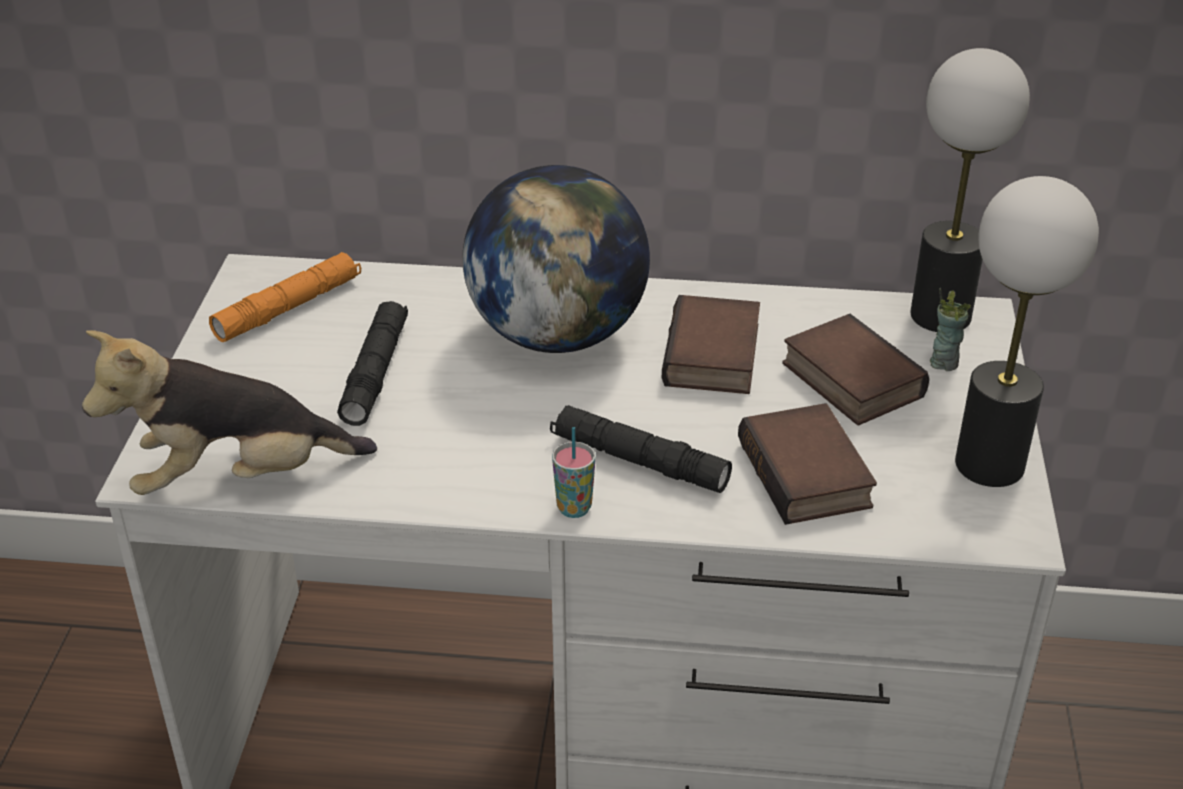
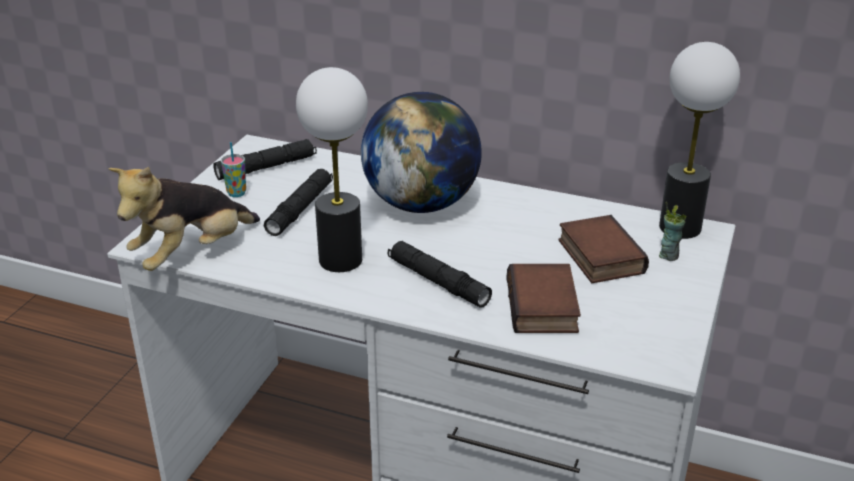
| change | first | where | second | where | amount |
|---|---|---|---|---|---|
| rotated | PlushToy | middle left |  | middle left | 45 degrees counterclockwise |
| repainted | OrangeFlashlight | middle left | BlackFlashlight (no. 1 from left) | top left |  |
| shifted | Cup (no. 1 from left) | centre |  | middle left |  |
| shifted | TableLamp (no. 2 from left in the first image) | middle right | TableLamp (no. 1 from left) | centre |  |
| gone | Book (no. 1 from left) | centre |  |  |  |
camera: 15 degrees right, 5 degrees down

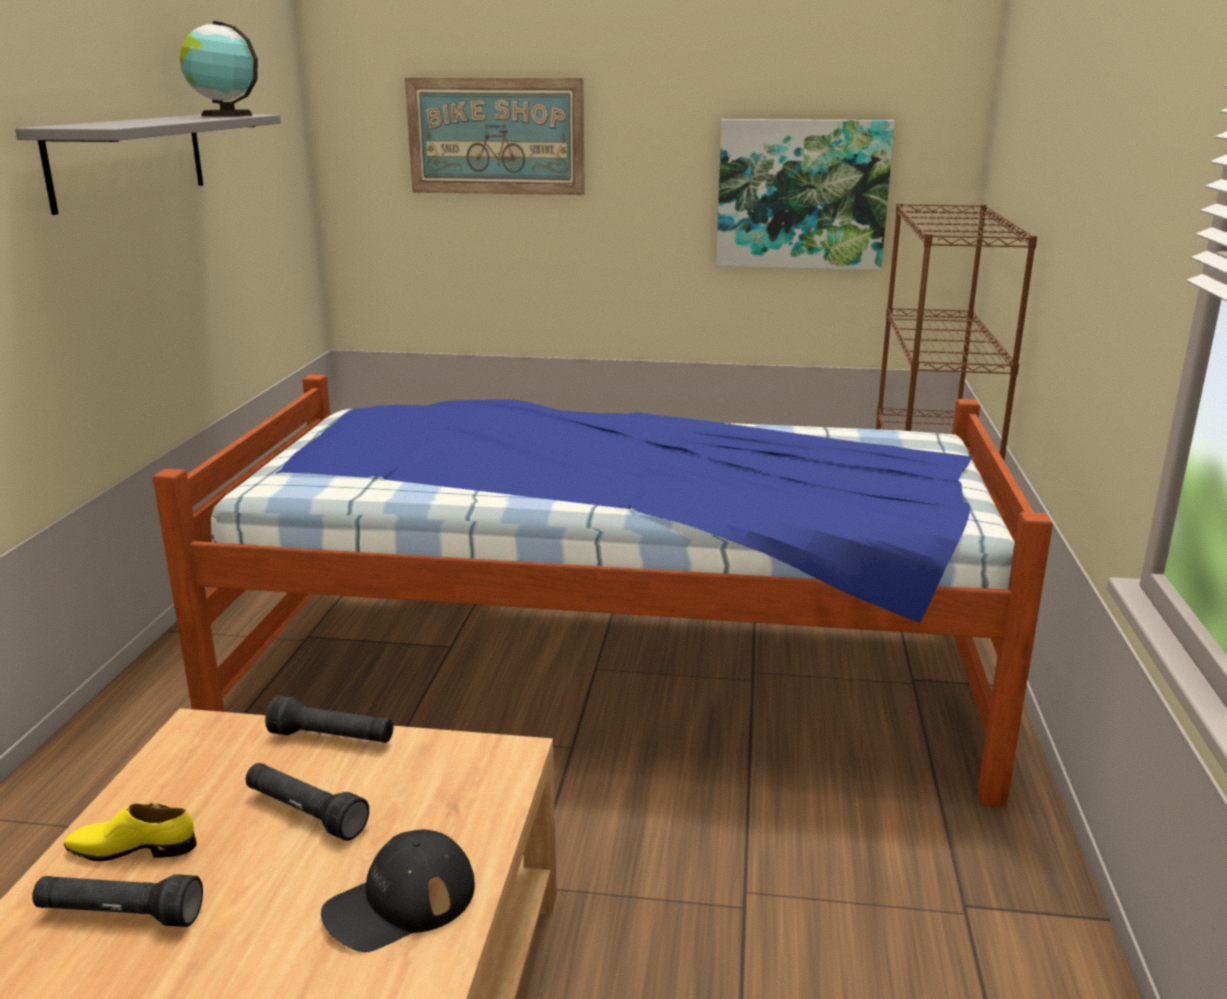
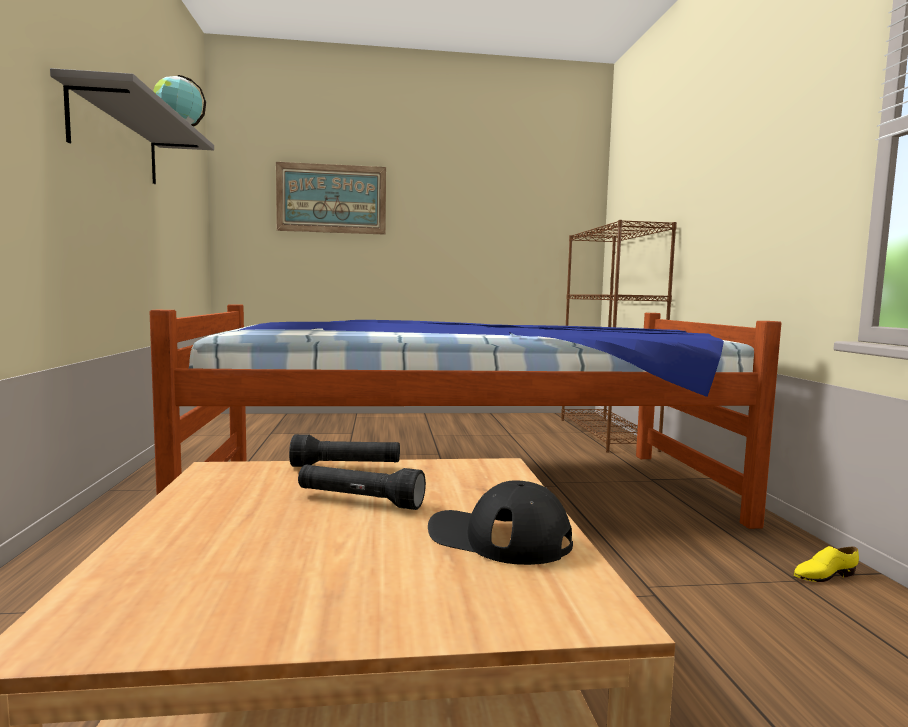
| change | first | where | second | where | amount |
|---|---|---|---|---|---|
| rotated | BlackCap | bottom left |  | bottom centre | 75 degrees clockwise |
| shifted | YellowShoe | bottom left |  | bottom right |  |
| gone | BlackFlashlight (no. 1 from left) | bottom left |  |  |  |
| gone | Picture (no. 2 from left) | top centre |  |  |  |
camera: 15 degrees left, 15 degrees down

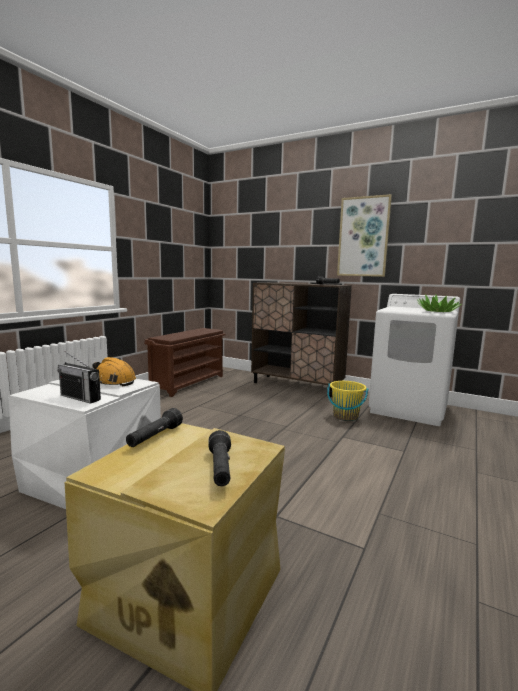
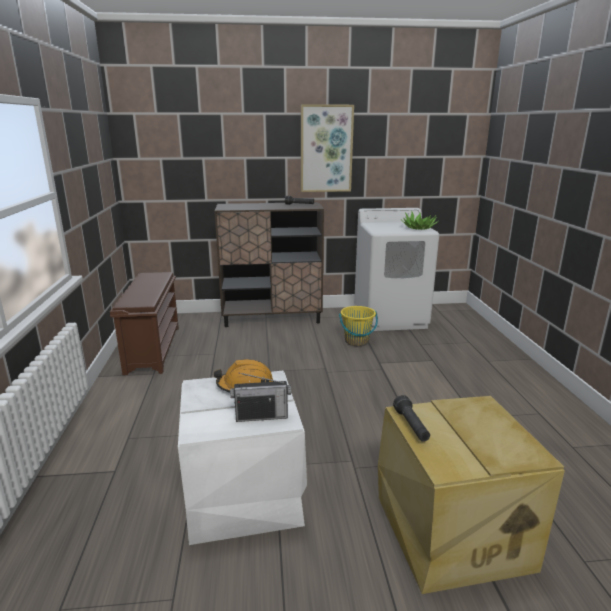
| change | first | where | second | where | amount |
|---|---|---|---|---|---|
| gone | BlackFlashlight (no. 2 from left) | centre |  |  |  |
camera: 35 degrees left, 10 degrees up

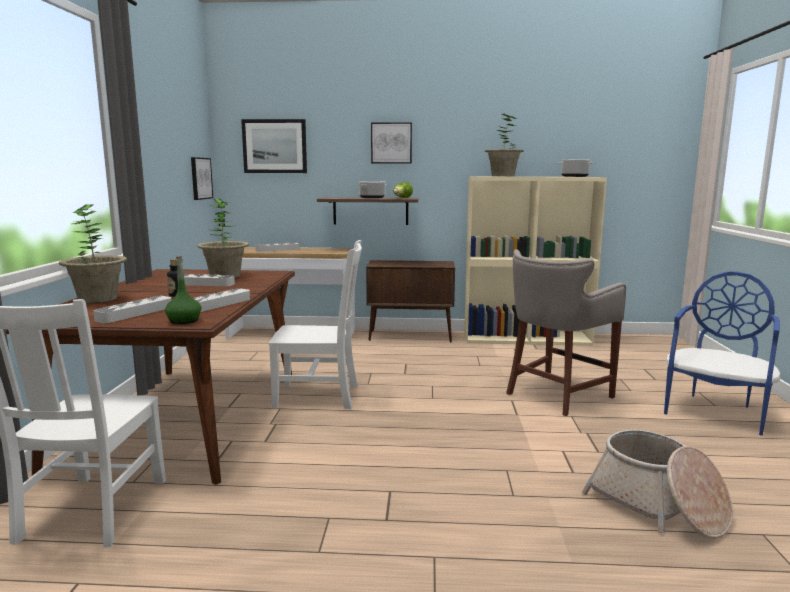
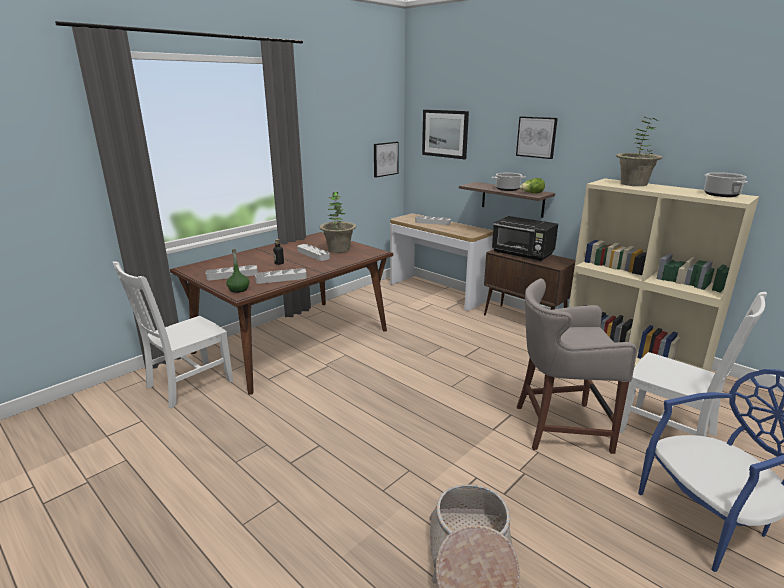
| change | first | where | second | where | amount |
|---|---|---|---|---|---|
| new |  |  | BlackMicrowave | middle right |  |
| shifted | WhiteChair (no. 2 from left) | centre |  | middle right |  |
| gone | PottedPlant (no. 1 from left) | middle left |  |  |  |
camera: 40 degrees right, 10 degrees up

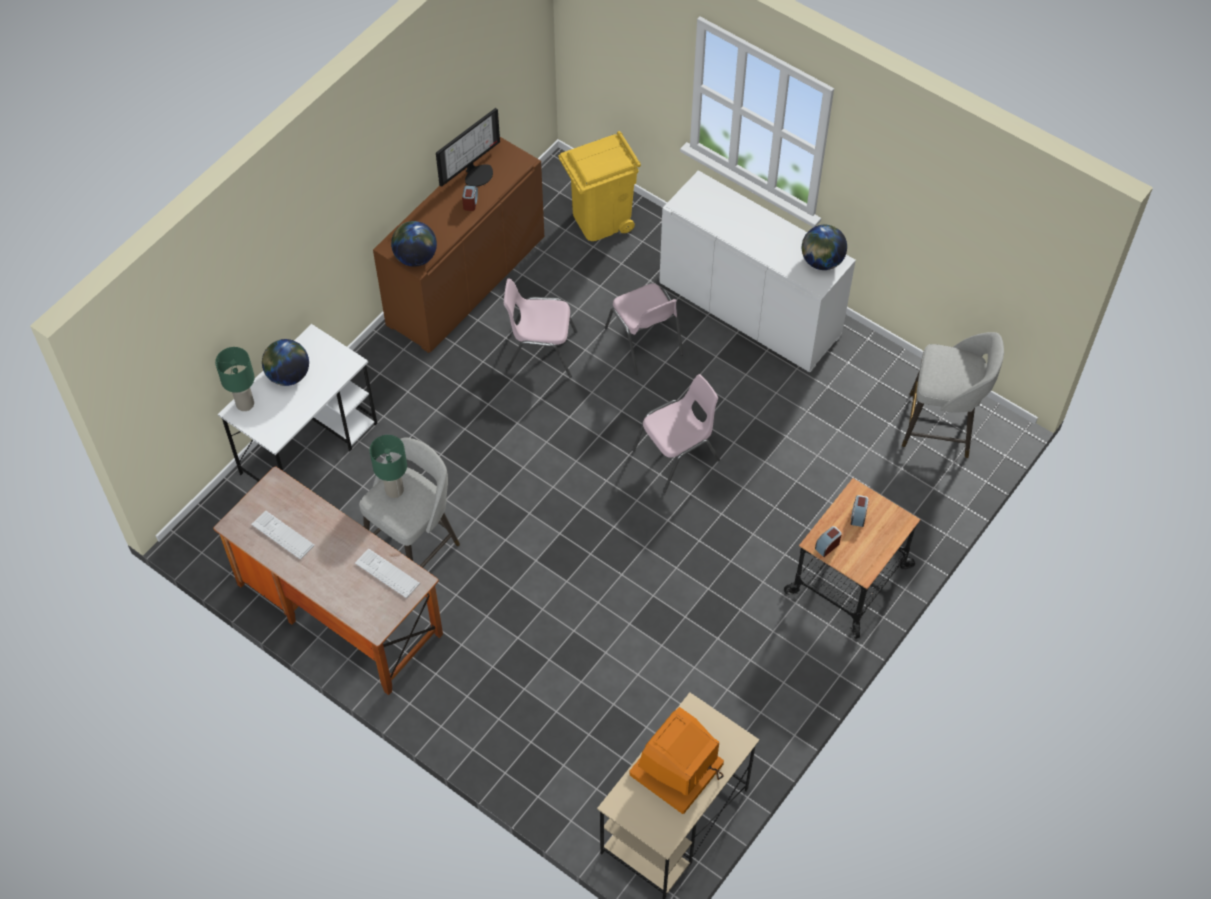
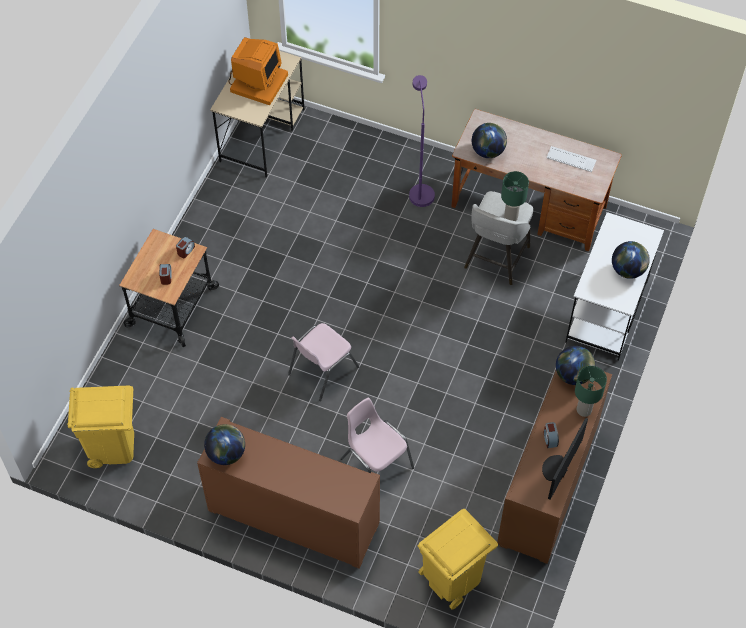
| change | first | where | second | where | amount |
|---|---|---|---|---|---|
| swapped | GreyStool (no. 2 from left) | middle right | YellowTrashCan (no. 1 from left) | bottom left |  |
| repainted | WhiteCabinet | top centre | BrownCabinet (no. 1 from left) | bottom centre |  |
| new |  |  | PurpleFloorLamp | top centre |  |
| swapped | Keyboard (no. 2 from left) | middle left | Globe (no. 2 from left) | top centre |  |
| shifted | GreenTableLamp (no. 1 from left in the first image) | middle left | GreenTableLamp (no. 2 from left) | middle right |  |
| gone | PinkChair (no. 1 from left) | centre |  |  |  |
camera: 165 degrees right, 0 degrees up

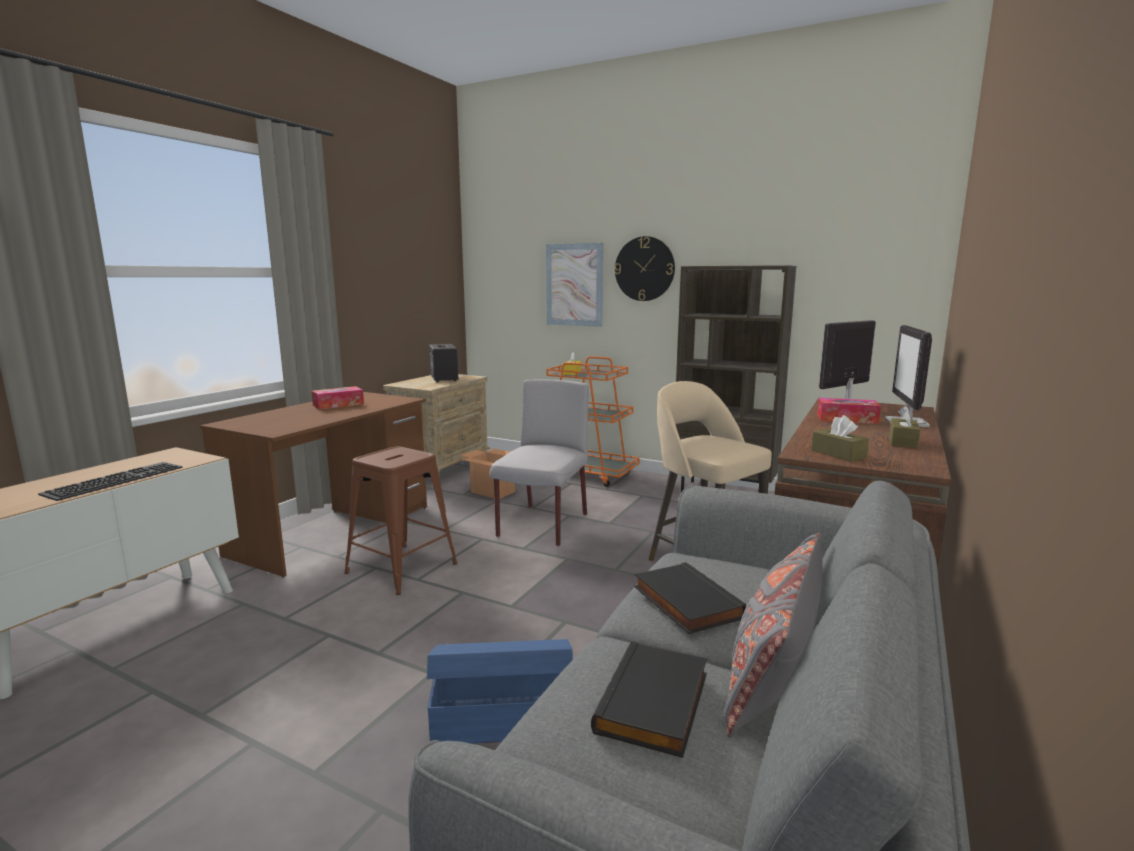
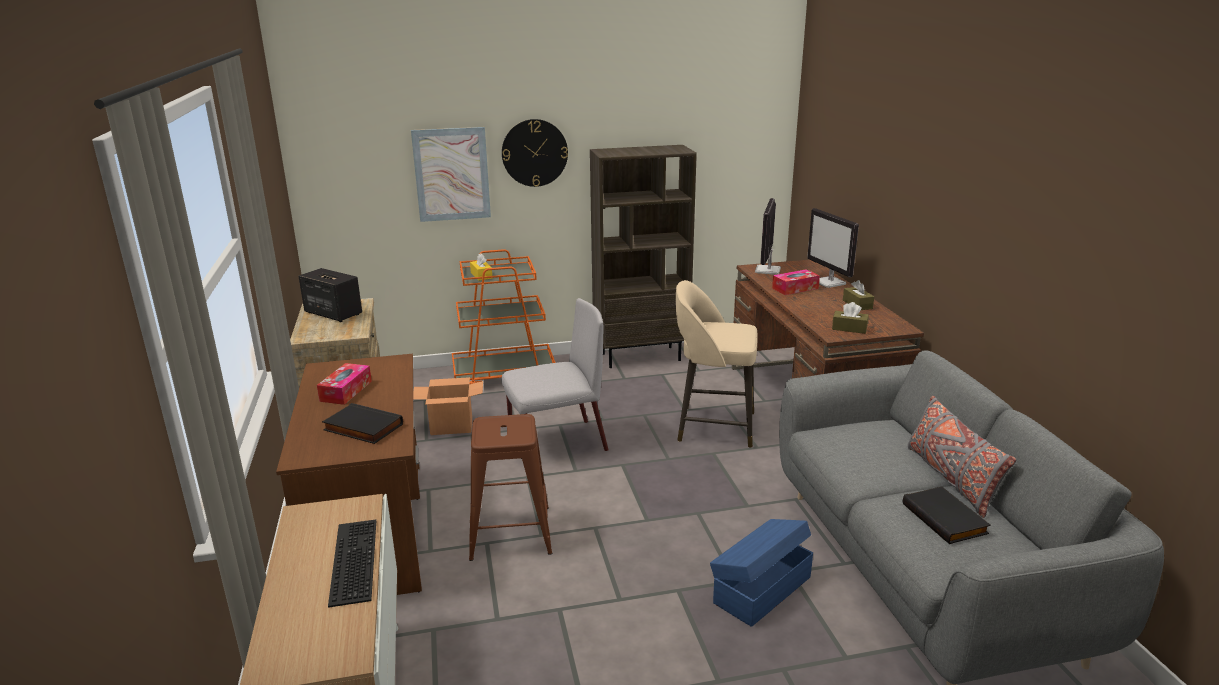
| change | first | where | second | where | amount |
|---|---|---|---|---|---|
| shifted | BlackBook (no. 2 from left in the first image) | bottom centre | BlackBook (no. 1 from left) | middle left |  |
| rotated | GreyChair | centre |  | centre | 90 degrees clockwise |
camera: 40 degrees left, 10 degrees up

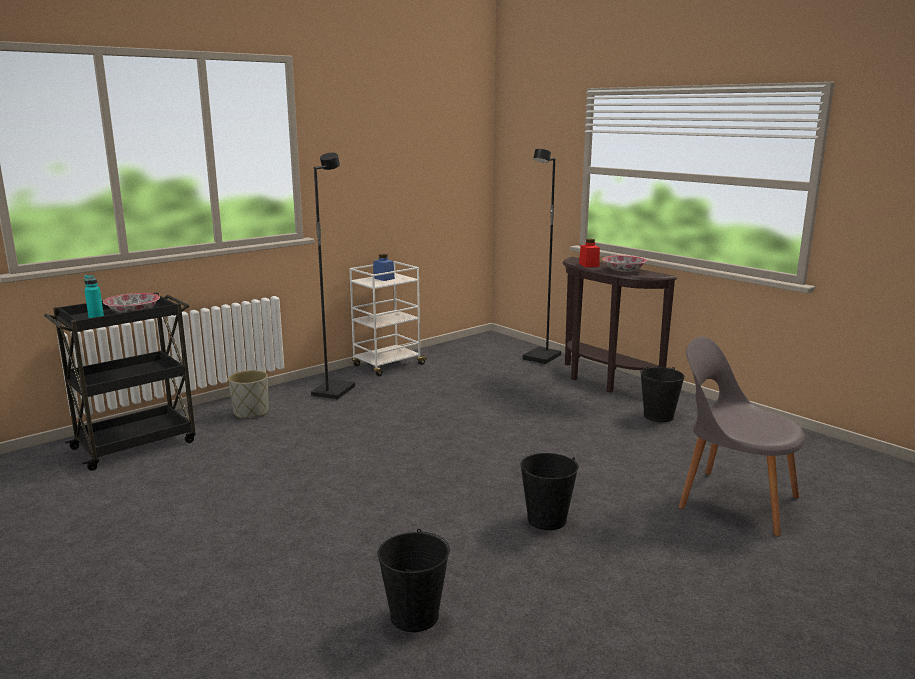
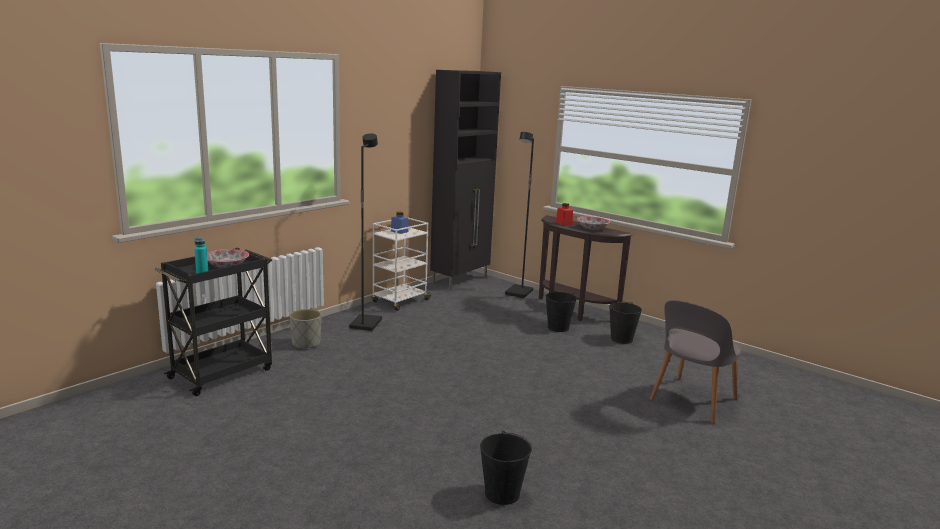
| change | first | where | second | where | amount |
|---|---|---|---|---|---|
| new |  |  | BlackCabinet | centre |  |
| shifted | BlackBucket (no. 2 from left) | bottom centre |  | centre |  |
| rotated | GreyChair | middle right |  | bottom right | 75 degrees counterclockwise |
camera: 10 degrees left, 0 degrees up

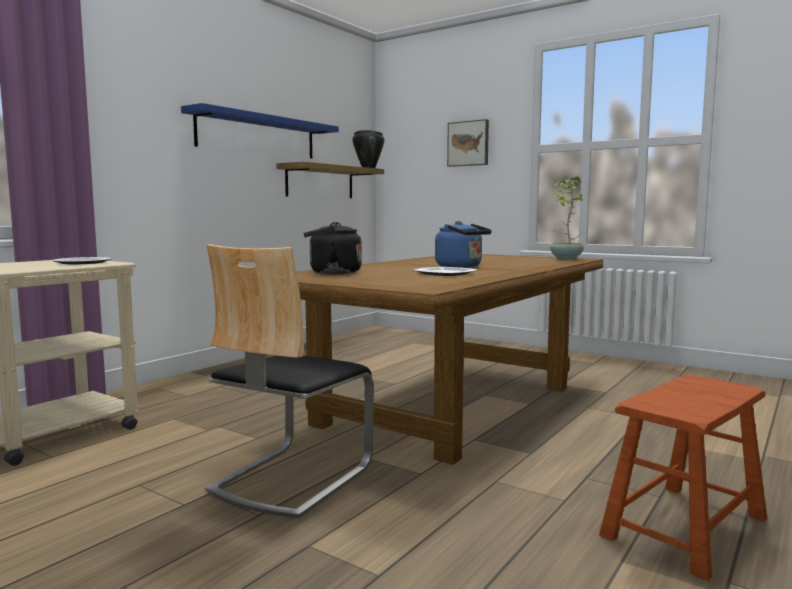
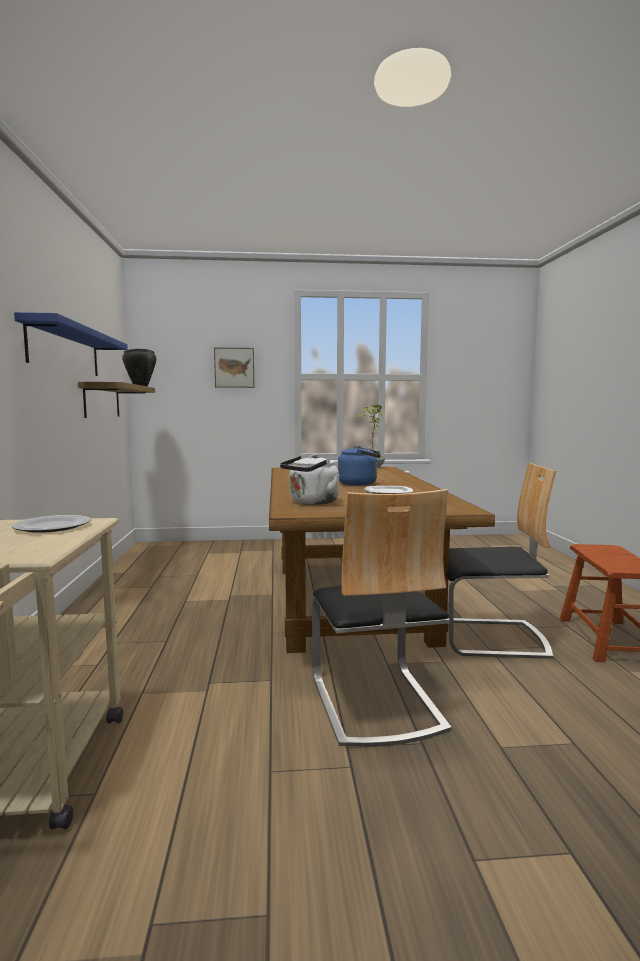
| change | first | where | second | where | amount |
|---|---|---|---|---|---|
| repainted | BlackKettle | centre | WhiteKettle | centre |  |
| new |  |  | Chair (no. 2 from left) | middle right |  |
camera: 40 degrees left, 0 degrees up

